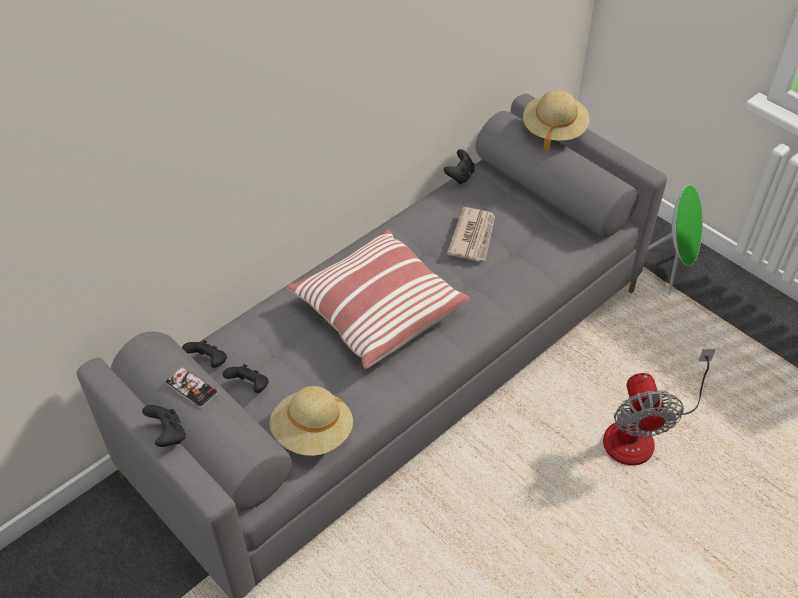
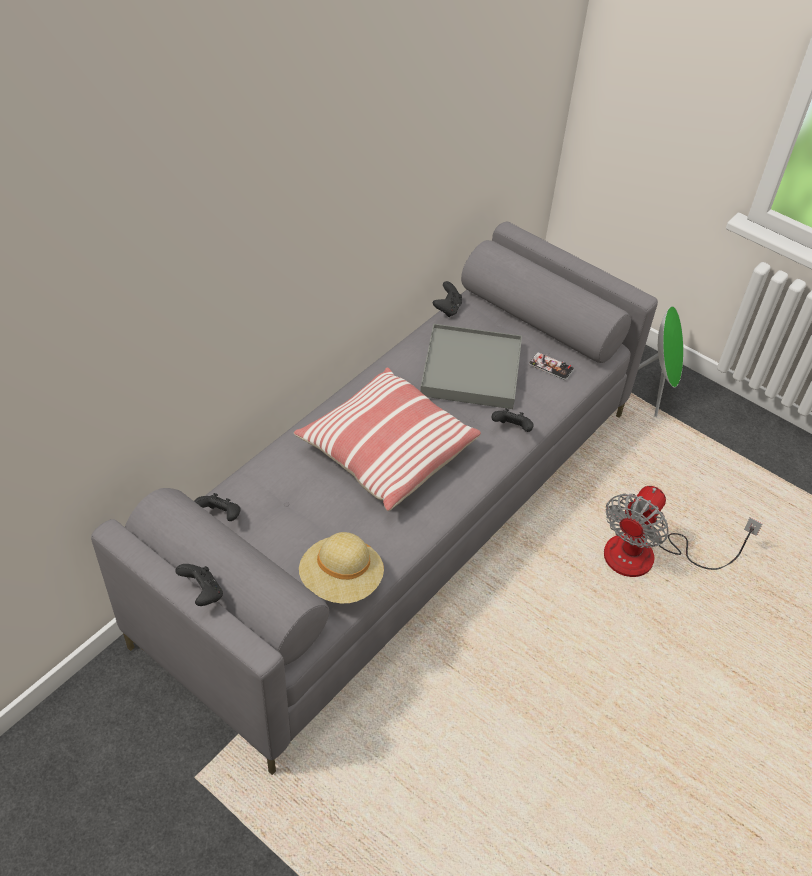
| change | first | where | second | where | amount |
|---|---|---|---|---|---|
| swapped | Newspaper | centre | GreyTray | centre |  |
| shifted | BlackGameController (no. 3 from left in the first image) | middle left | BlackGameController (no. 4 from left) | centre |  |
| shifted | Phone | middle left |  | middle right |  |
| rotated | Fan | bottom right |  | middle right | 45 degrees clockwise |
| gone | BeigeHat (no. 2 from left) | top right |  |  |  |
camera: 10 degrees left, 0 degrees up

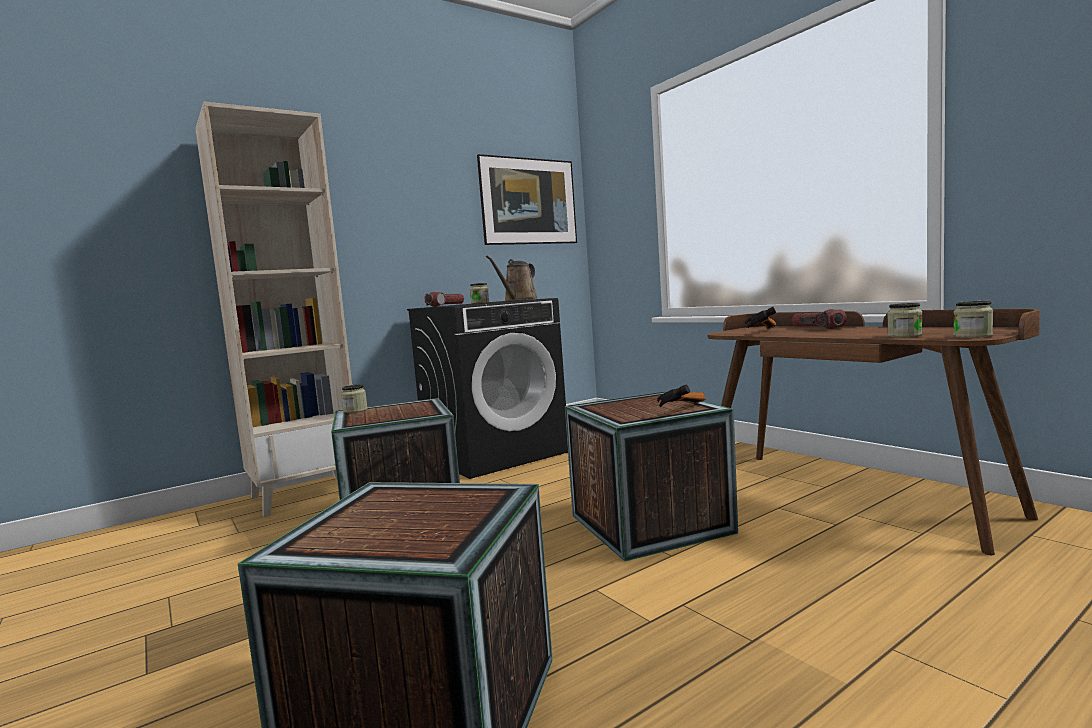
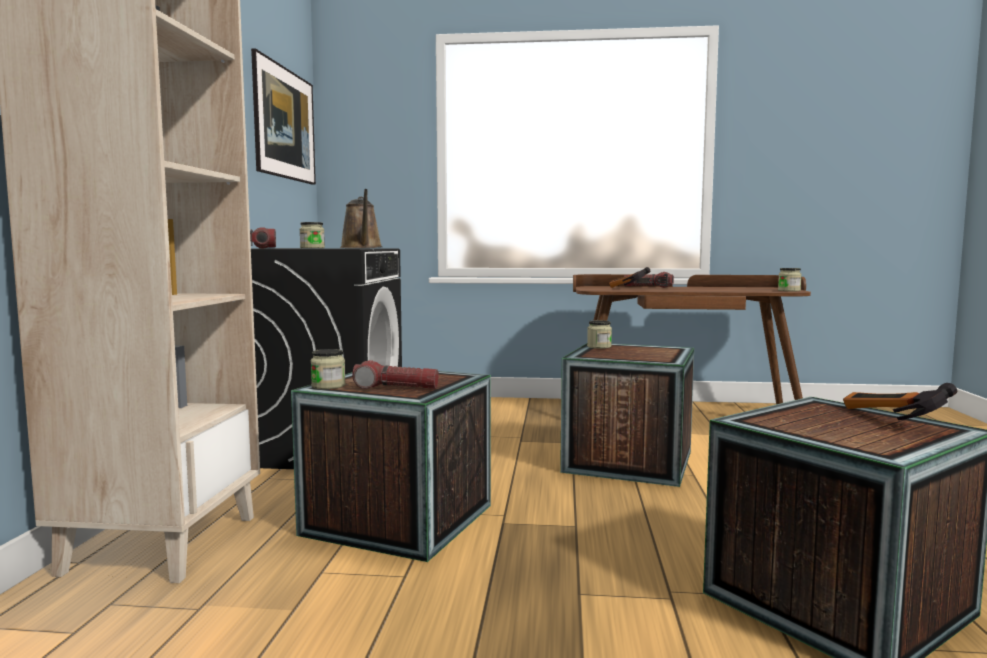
| change | first | where | second | where | amount |
|---|---|---|---|---|---|
| new |  |  | Flashlight (no. 2 from left) | centre |  |
| shifted | Jar (no. 3 from left) | middle right |  | centre |  |
| shifted | Hammer (no. 1 from left in the first image) | centre | Hammer (no. 2 from left) | middle right |  |
camera: 50 degrees left, 0 degrees up

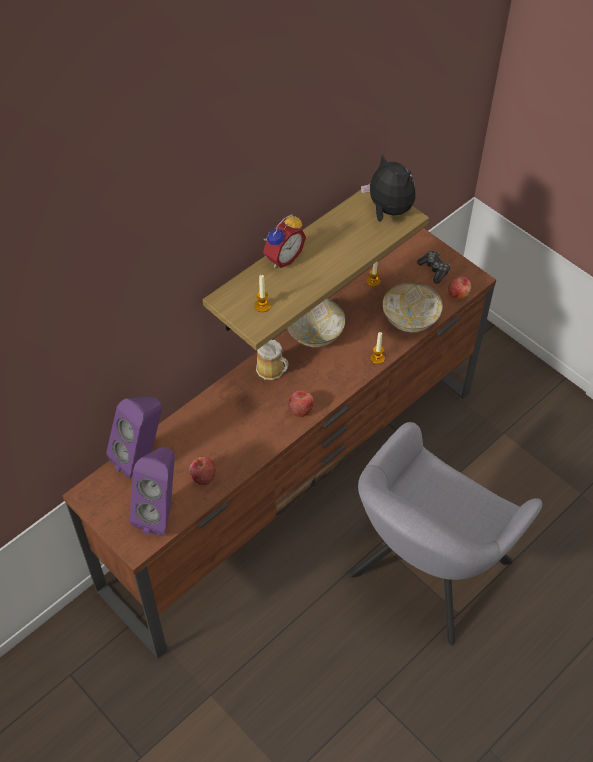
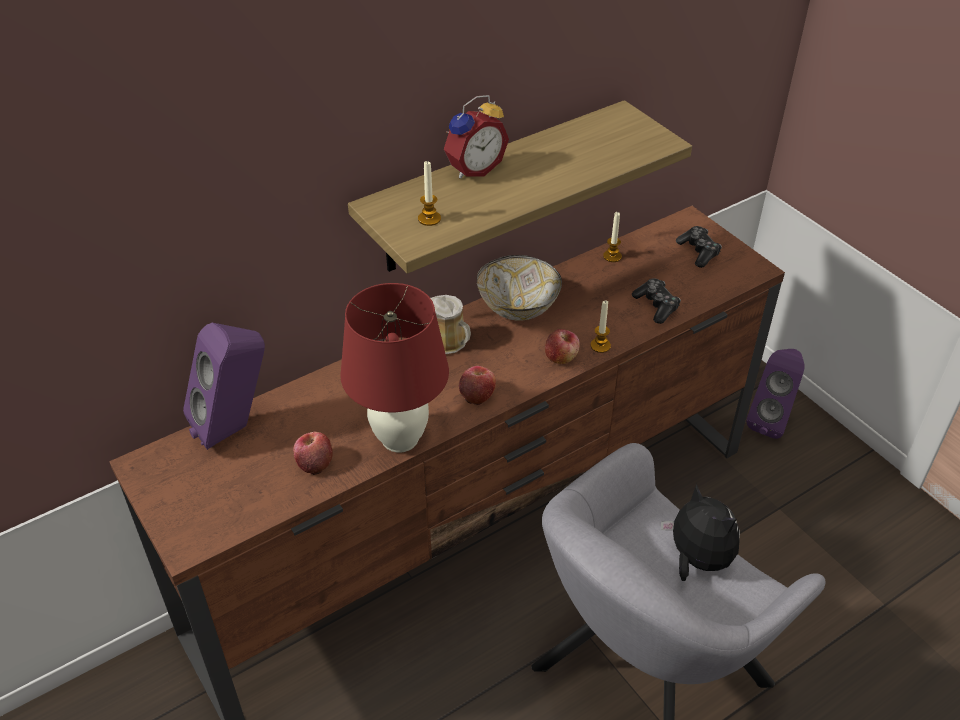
| change | first | where | second | where | amount |
|---|---|---|---|---|---|
| new |  |  | RedTableLamp | centre |  |
| shifted | Apple (no. 3 from left) | middle right |  | centre |  |
| swapped | Bowl (no. 2 from left) | middle right | GameController (no. 1 from left) | middle right |  |
| shifted | PlushToy | top centre |  | bottom right |  |
| shifted | PurpleSpeaker (no. 2 from left) | middle left |  | middle right |  |
camera: 10 degrees right, 10 degrees down

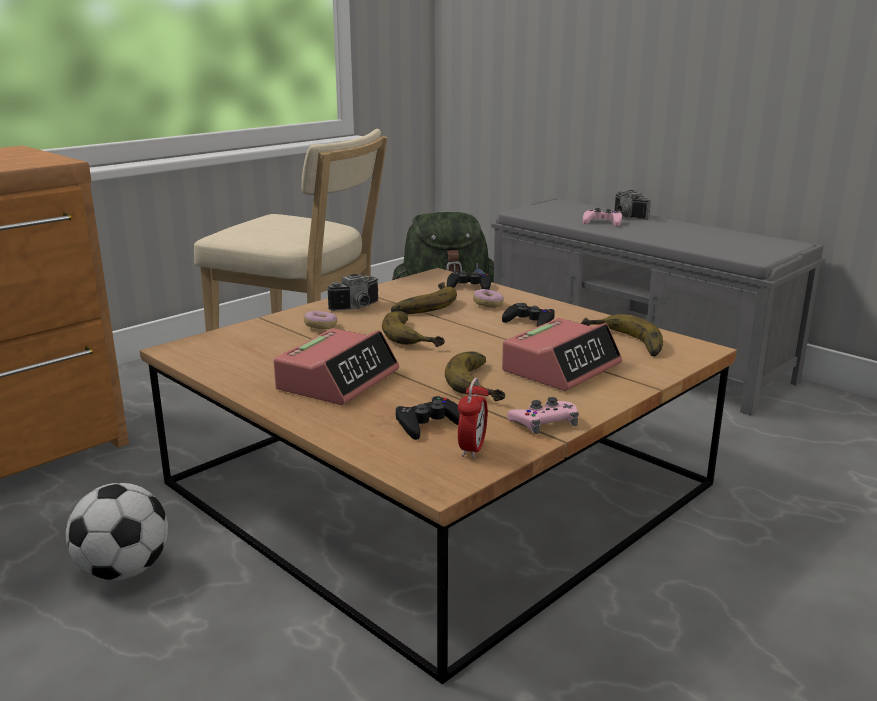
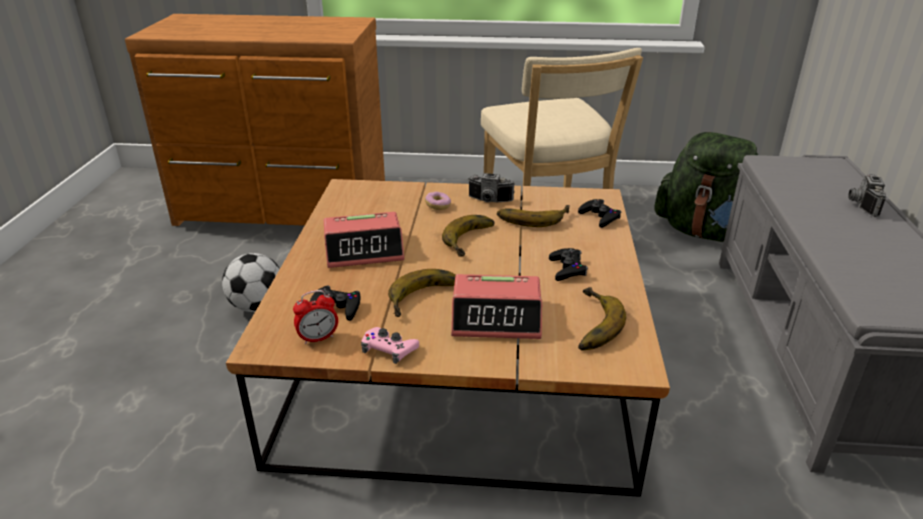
| change | first | where | second | where | amount |
|---|---|---|---|---|---|
| gone | Donut (no. 2 from left) | centre |  |  |  |
| gone | PinkGameController (no. 2 from left) | top right |  |  |  |
camera: 50 degrees right, 10 degrees up

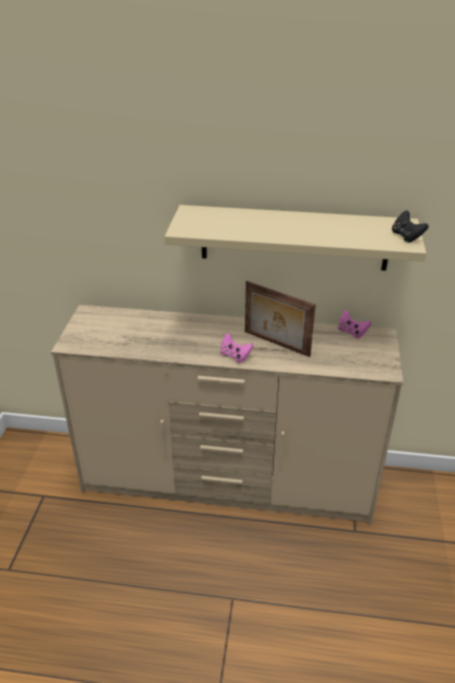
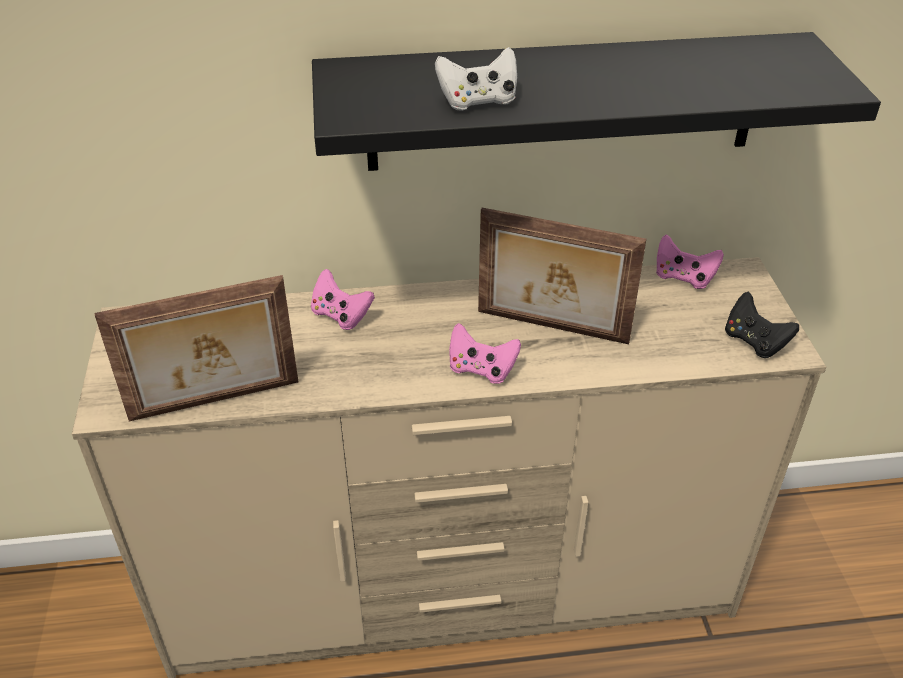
| change | first | where | second | where | amount |
|---|---|---|---|---|---|
| new |  |  | PictureFrame (no. 1 from left) | middle left |  |
| new |  |  | PinkGameController (no. 1 from left) | centre |  |
| repainted | BeigeShelf | centre | BlackShelf | top centre |  |
| new |  |  | WhiteGameController | top centre |  |
| shifted | BlackGameController | top right |  | middle right |  |
camera: 15 degrees left, 5 degrees up

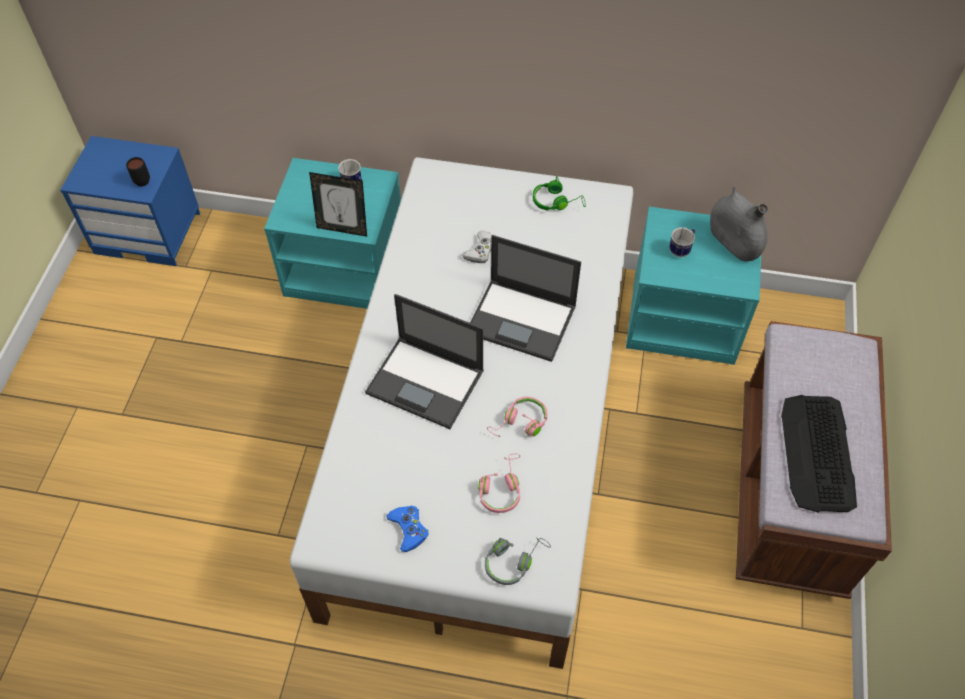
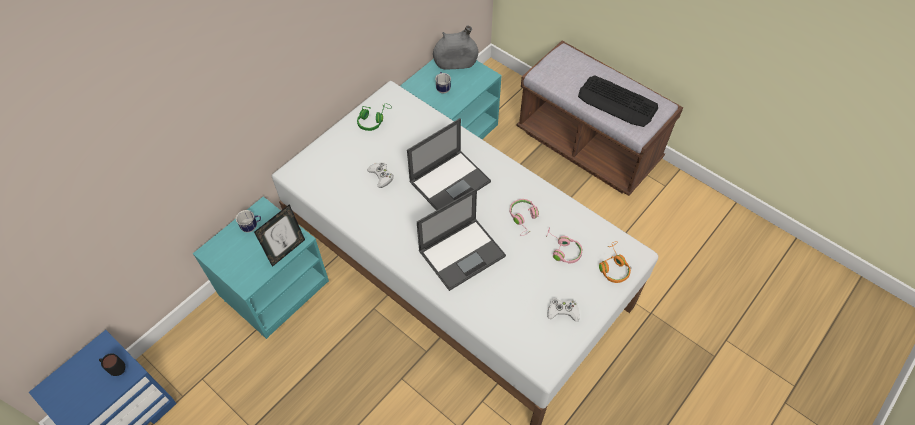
| change | first | where | second | where | amount |
|---|---|---|---|---|---|
| repainted | BlueGameController | bottom centre | WhiteGameController (no. 2 from left) | bottom centre |  |
| repainted | GreyHeadphones | bottom centre | OrangeHeadphones | middle right |  |
camera: 60 degrees left, 0 degrees up

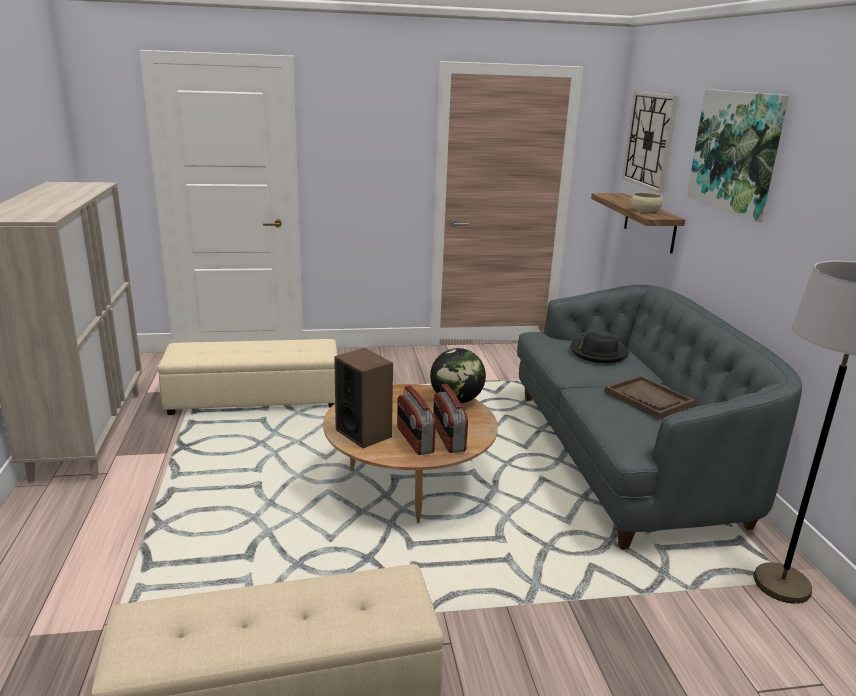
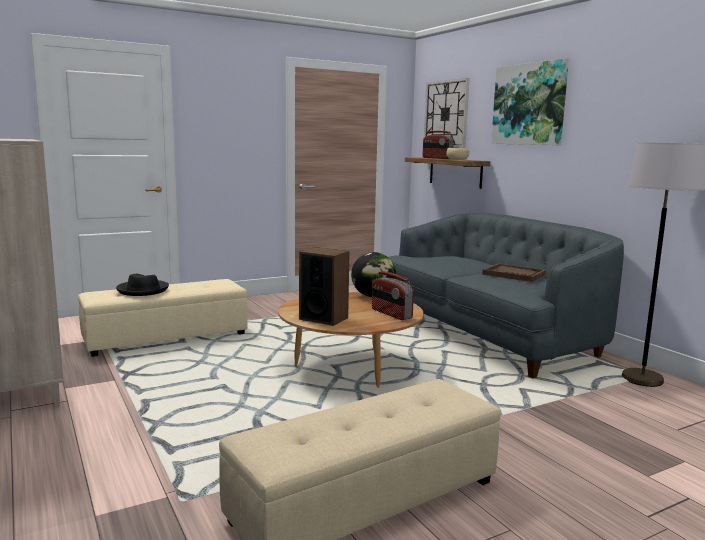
| change | first | where | second | where | amount |
|---|---|---|---|---|---|
| shifted | BlackHat | middle right |  | middle left |  |
| shifted | Radio (no. 1 from left in the first image) | centre | Radio (no. 2 from left) | top centre |  |
camera: 20 degrees left, 10 degrees down

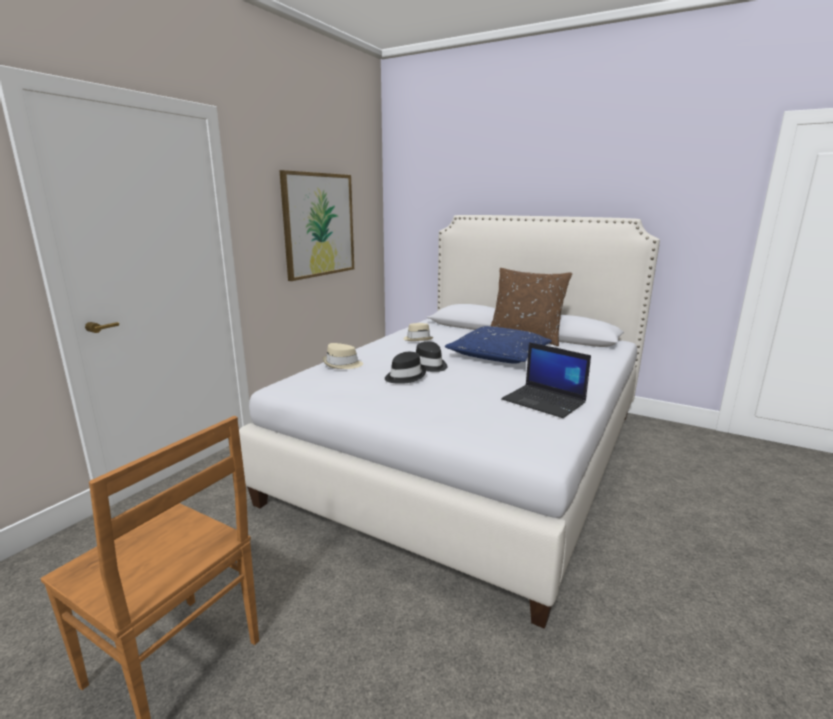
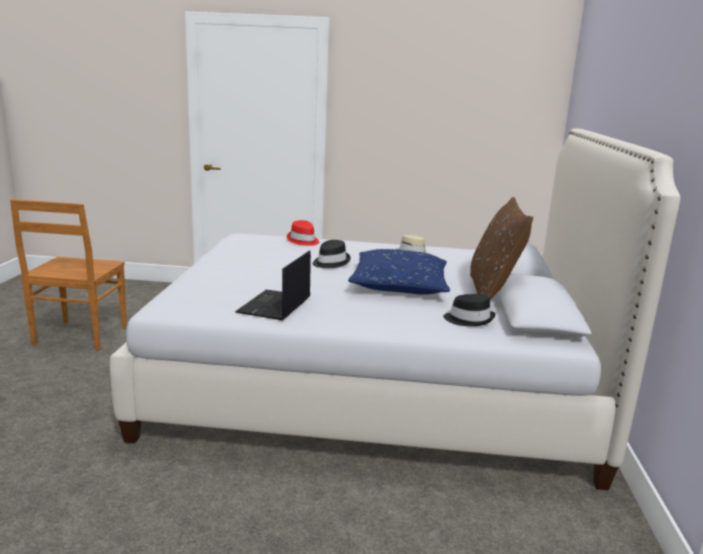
| change | first | where | second | where | amount |
|---|---|---|---|---|---|
| repainted | BeigeHat (no. 1 from left) | centre | RedHat | centre |  |
| shifted | BlackHat (no. 1 from left in the first image) | centre | BlackHat (no. 2 from left) | middle right |  |
| gone | Picture | top centre |  |  |  |
camera: 65 degrees right, 0 degrees up

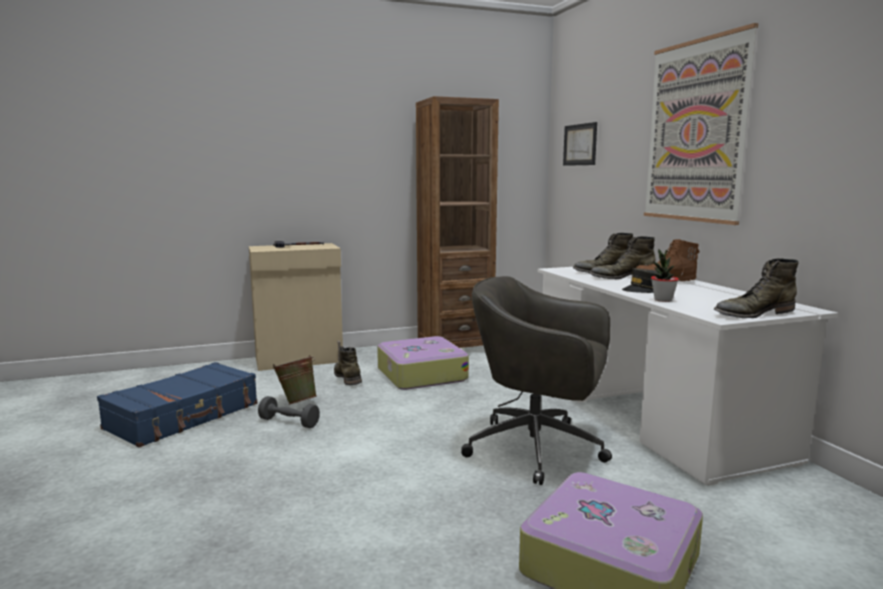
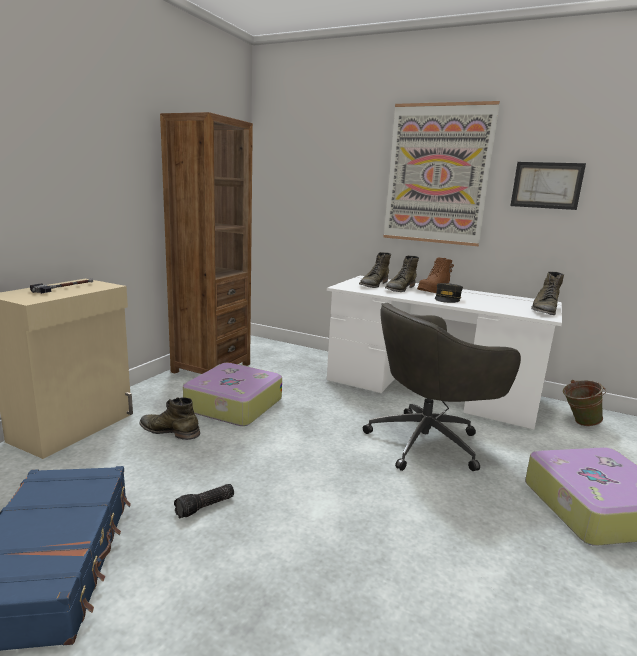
| change | first | where | second | where | amount |
|---|---|---|---|---|---|
| swapped | GreyDumbbell | bottom left | Flashlight | bottom left |  |
| shifted | Picture (no. 1 from left in the first image) | top centre | Picture (no. 2 from left) | top right |  |
| shifted | GreenBucket | centre |  | middle right |  |
| gone | PottedPlant | middle right |  |  |  |
camera: 45 degrees left, 5 degrees up

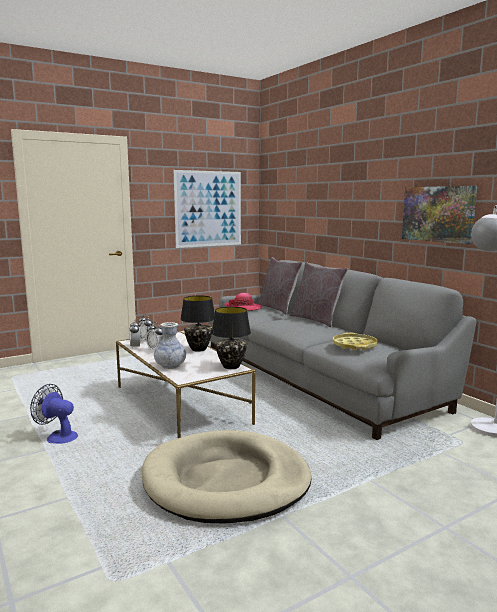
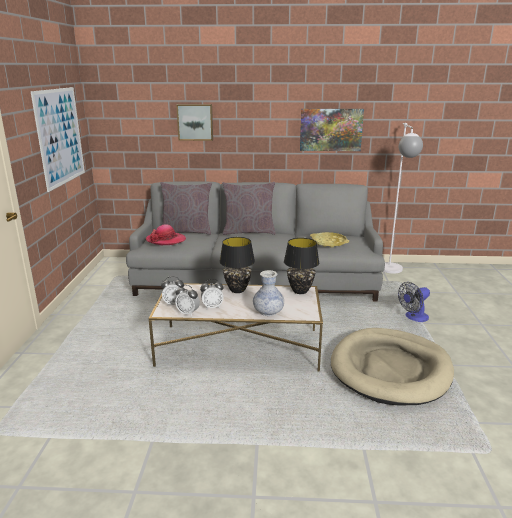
| change | first | where | second | where | amount |
|---|---|---|---|---|---|
| new |  |  | Picture (no. 2 from left) | top centre |  |
| shifted | Fan | bottom left |  | middle right |  |
camera: 55 degrees left, 10 degrees up

